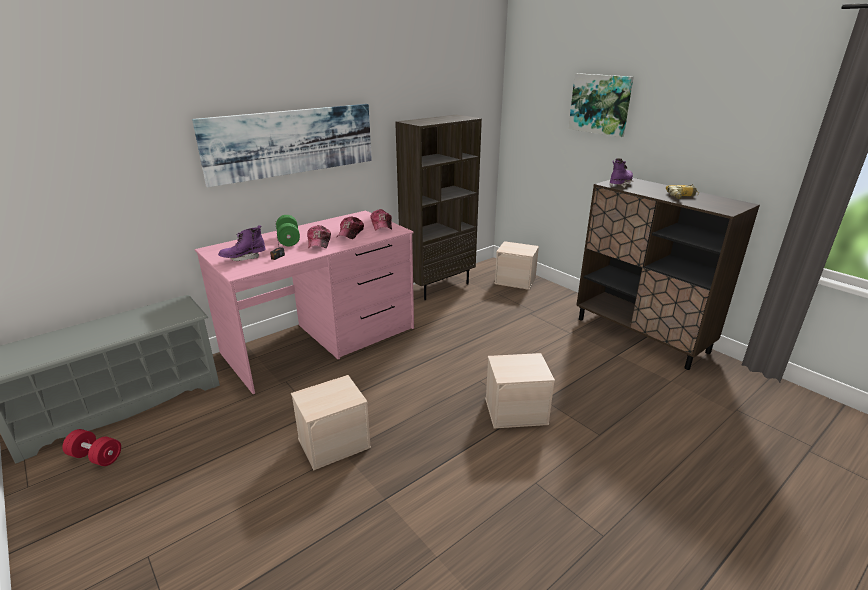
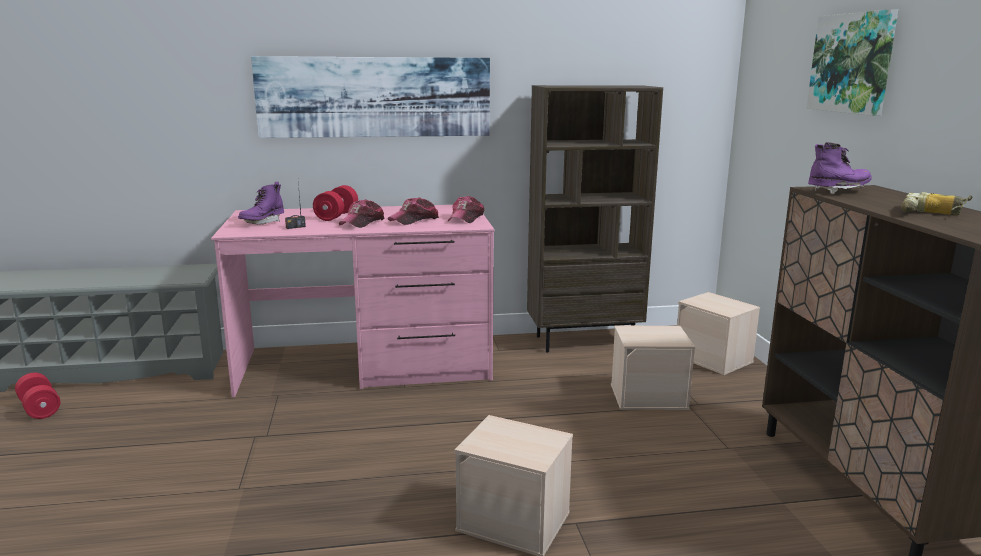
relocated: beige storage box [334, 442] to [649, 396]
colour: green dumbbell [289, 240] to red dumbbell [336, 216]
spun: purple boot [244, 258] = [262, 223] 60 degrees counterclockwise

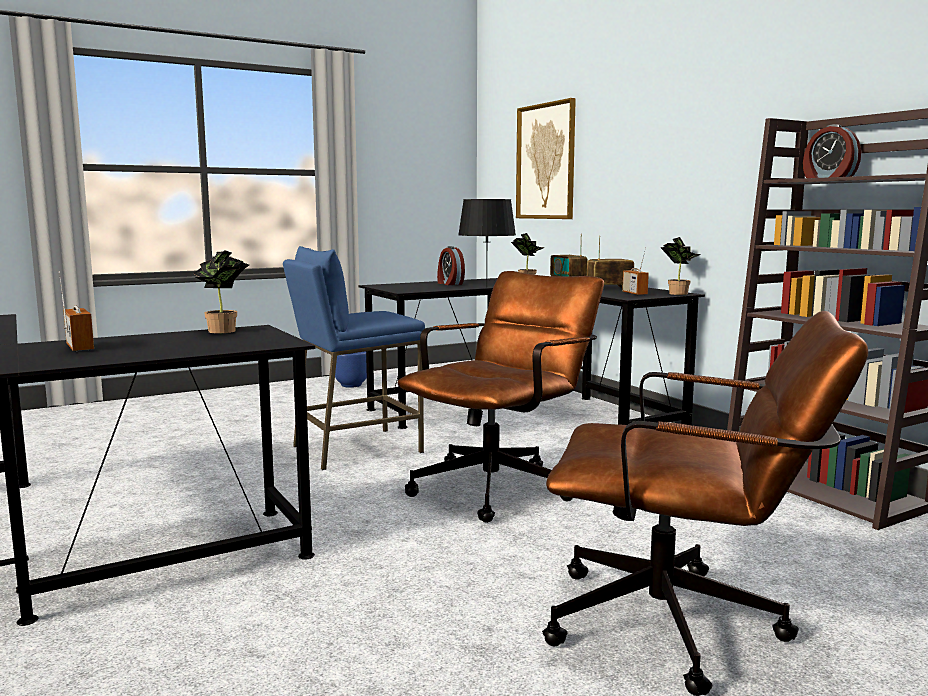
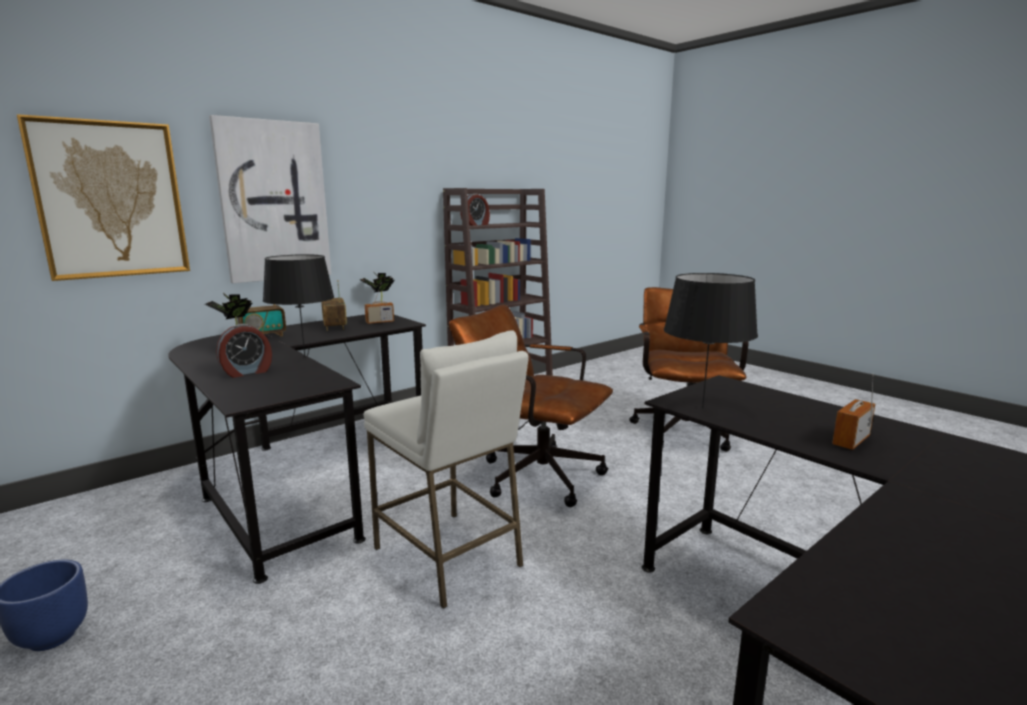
appeared: picture [274, 201]
exchanged: potted plant [225, 331] to black table lamp [703, 408]
colour: blue stool [356, 449] to white stool [448, 557]

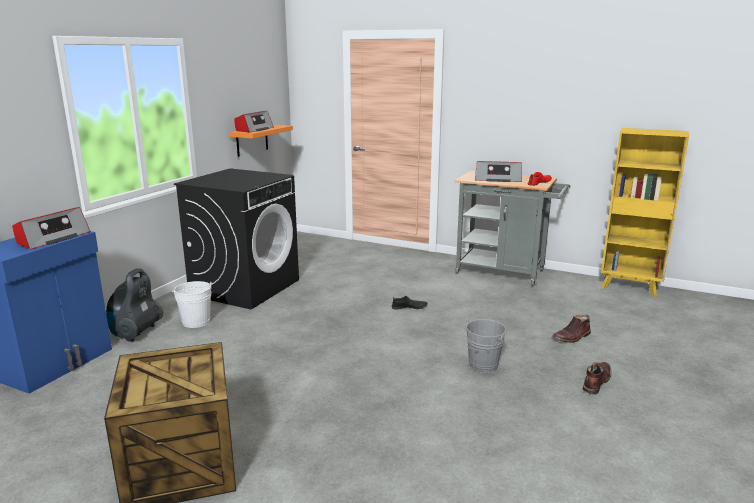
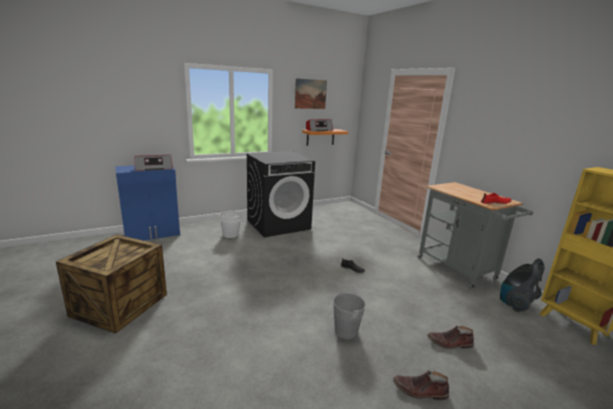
missing: radio [498, 179]
appeared: picture [310, 94]
relocated: vacuum cleaner [135, 333] to [516, 304]
spun: brown boot [595, 381] = [420, 391] 150 degrees counterclockwise

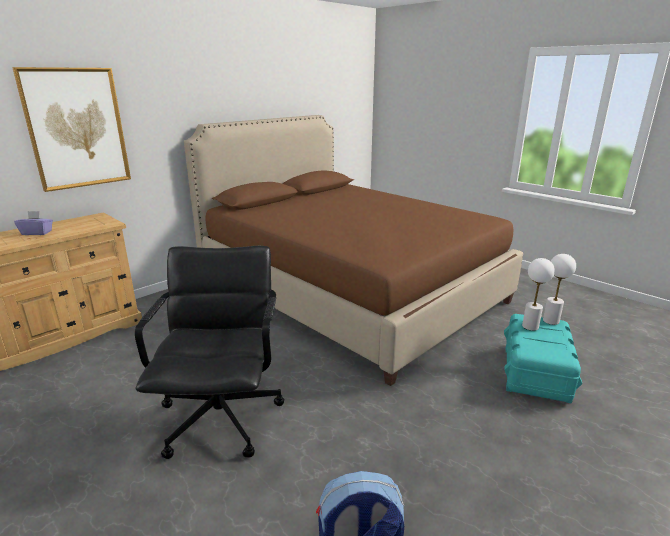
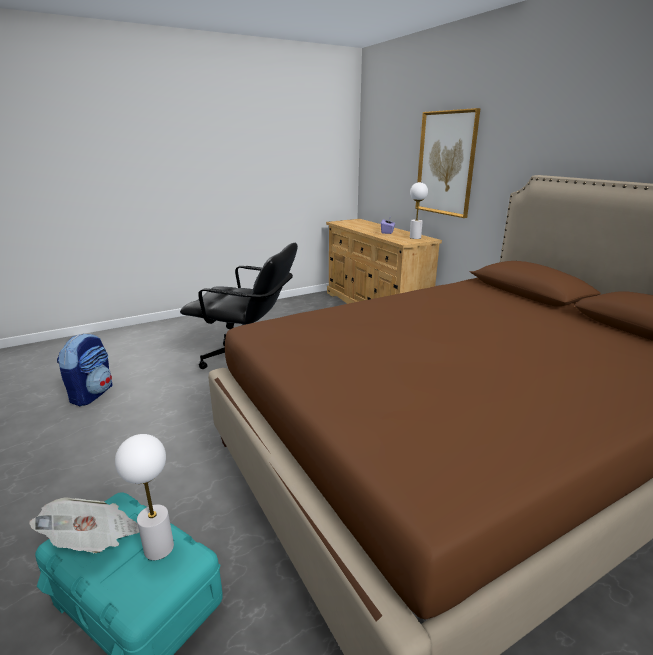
appeared: newspaper [95, 540]
relocated: white table lamp [551, 321] to [415, 238]

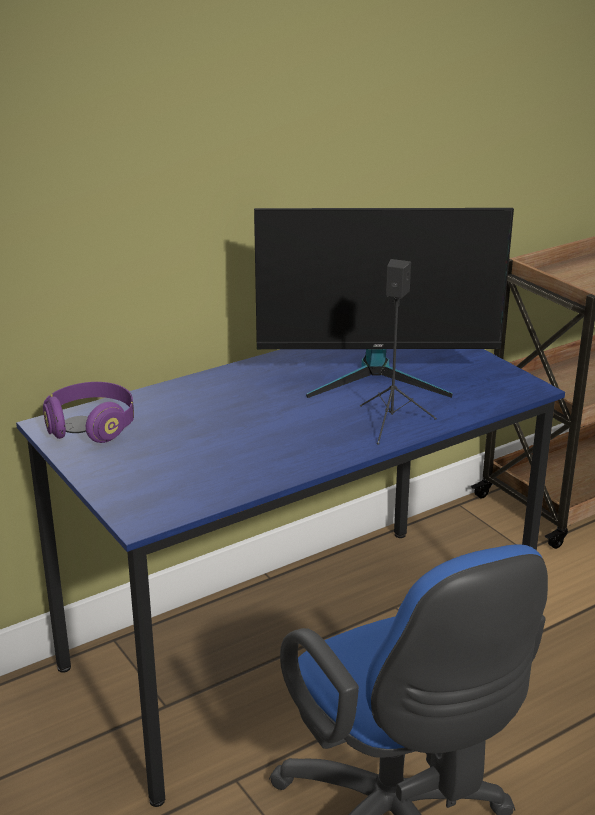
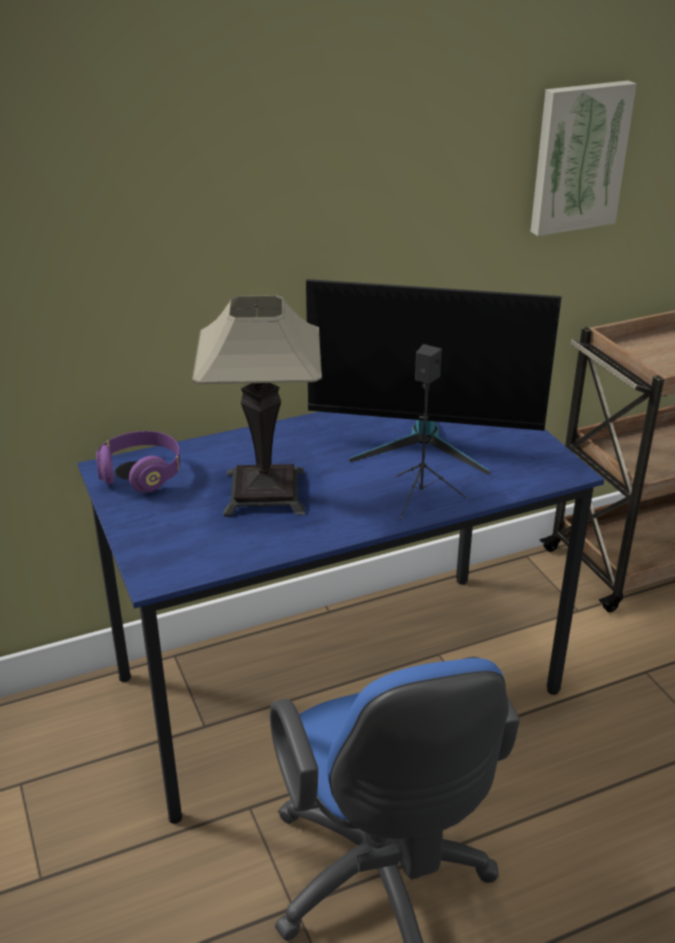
appeared: table lamp [264, 492]; picture [578, 157]

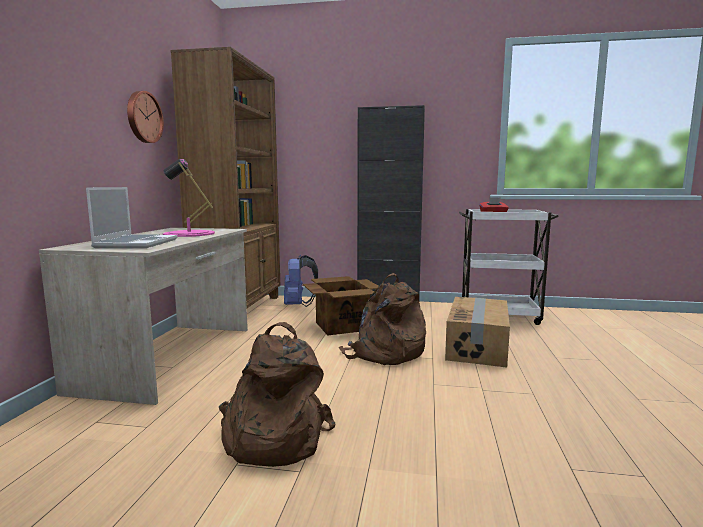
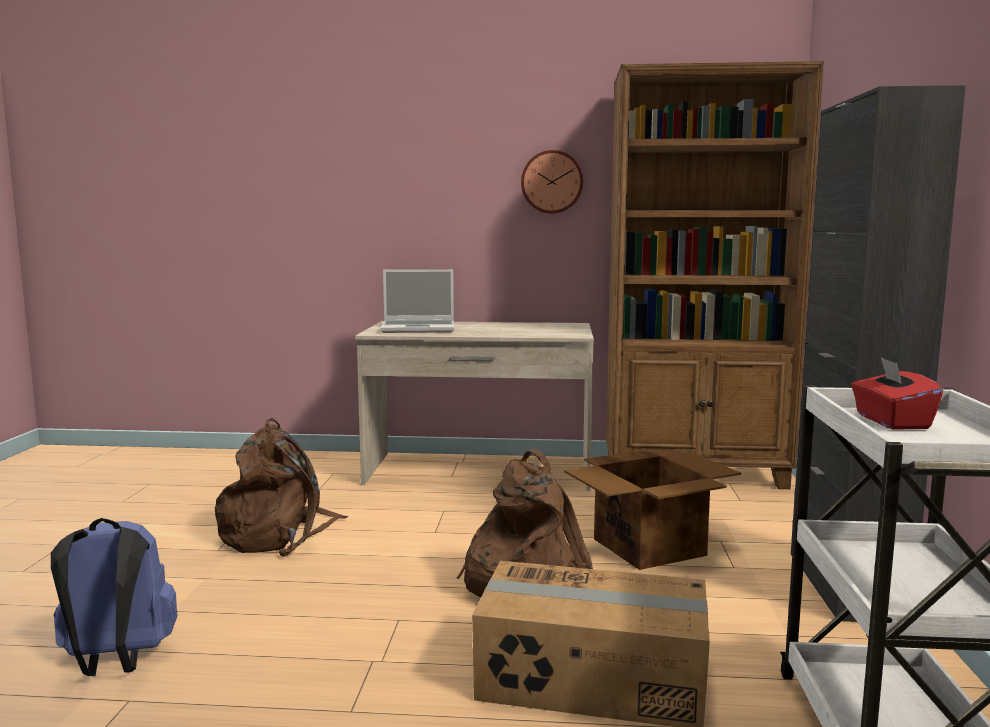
missing: pink table lamp [189, 234]
relocated: blue backpack [298, 305] to [116, 662]

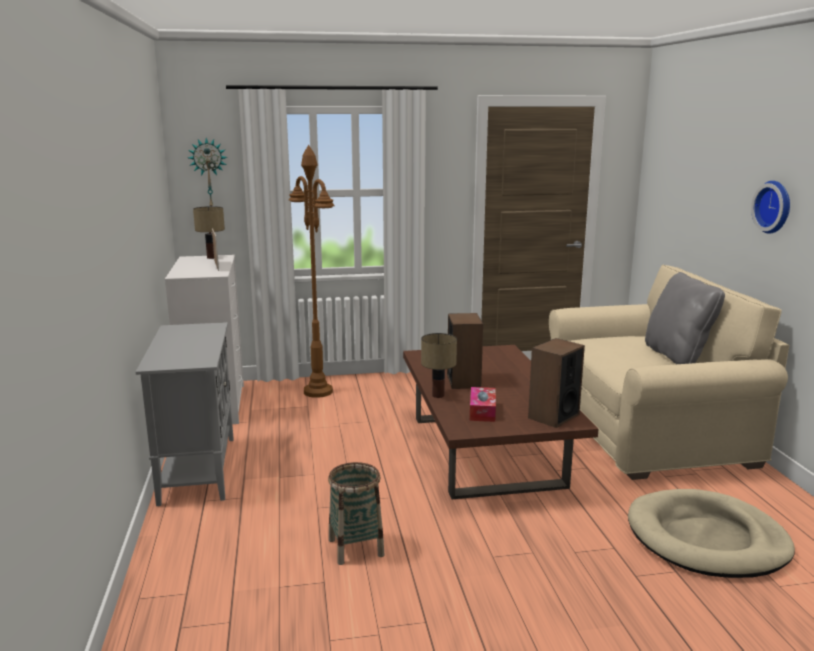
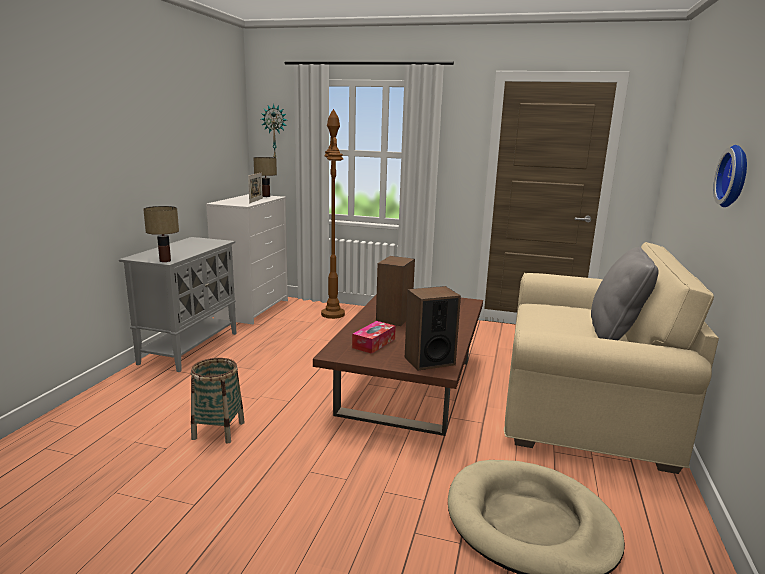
relocated: table lamp [438, 395] to [165, 260]

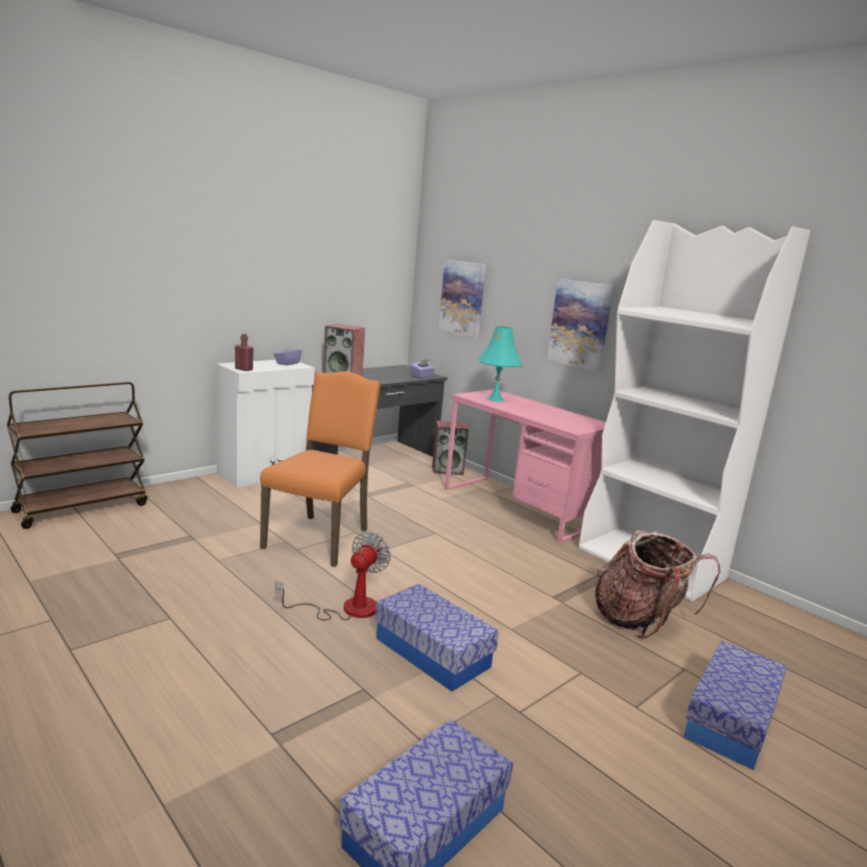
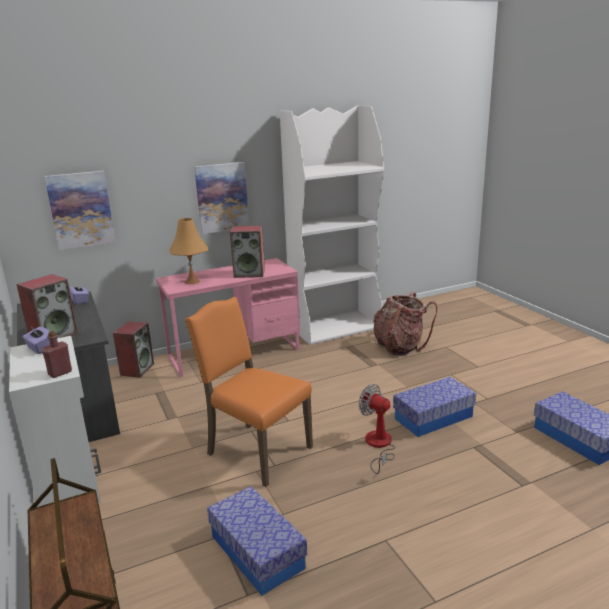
appeared: speaker [250, 273]
relocated: storage box [730, 720] to [257, 552]
colour: turquoise table lamp [495, 399] to orange table lamp [192, 281]

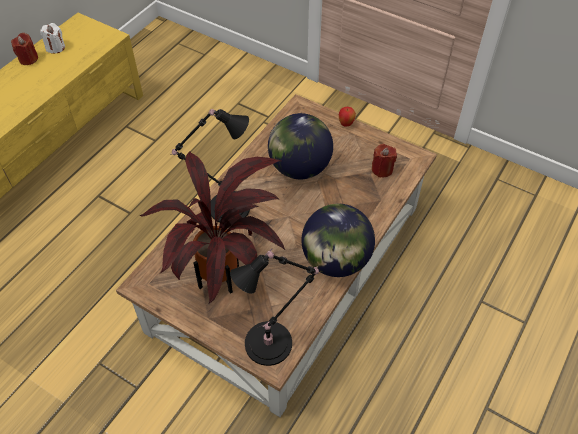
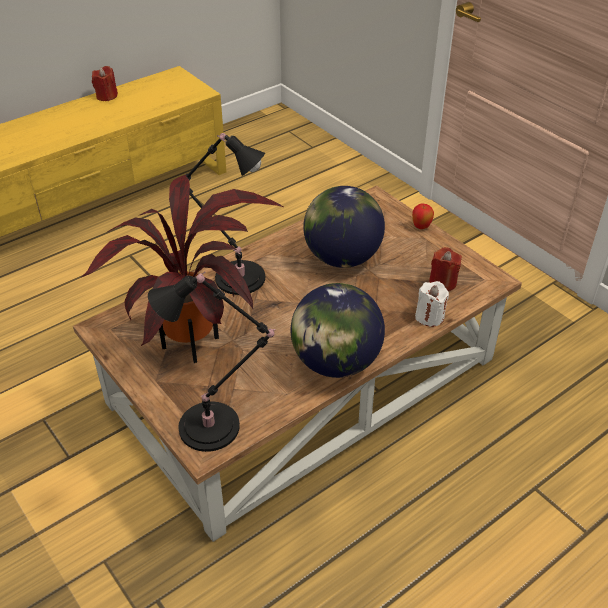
relocated: white candle [55, 47] to [429, 317]

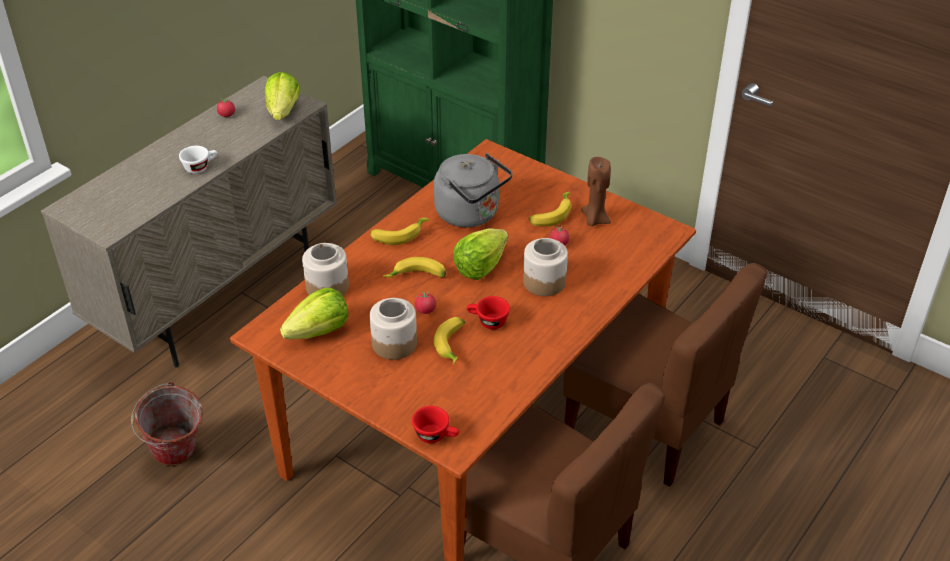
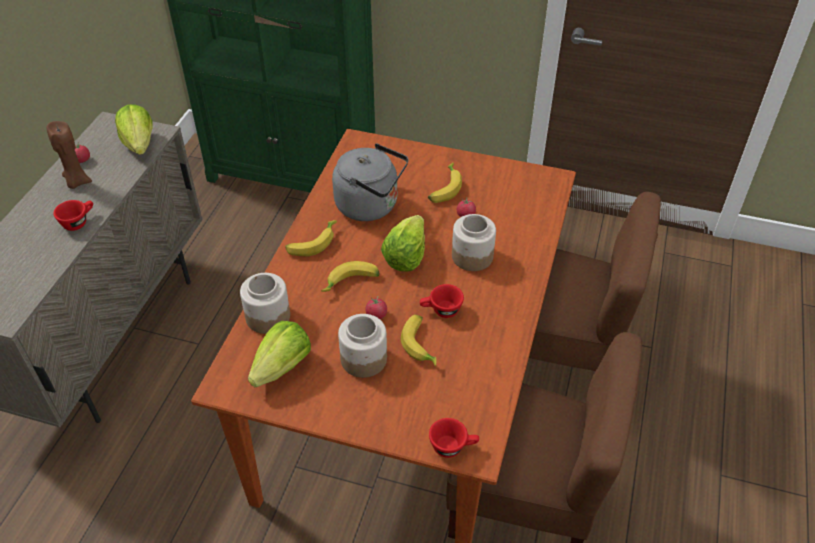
missing: bucket [177, 457]
relocated: brown candle [594, 220] to [77, 182]
colour: white cup [200, 167] to red cup [78, 221]

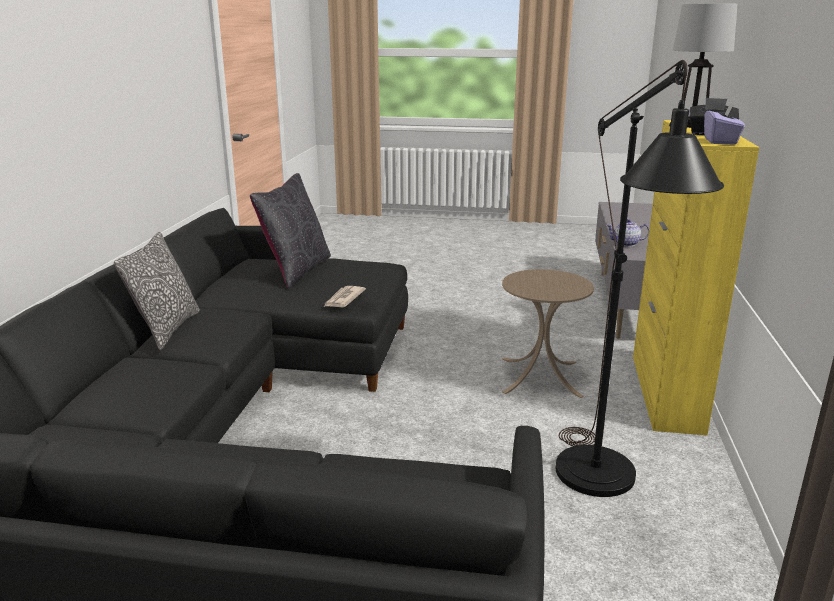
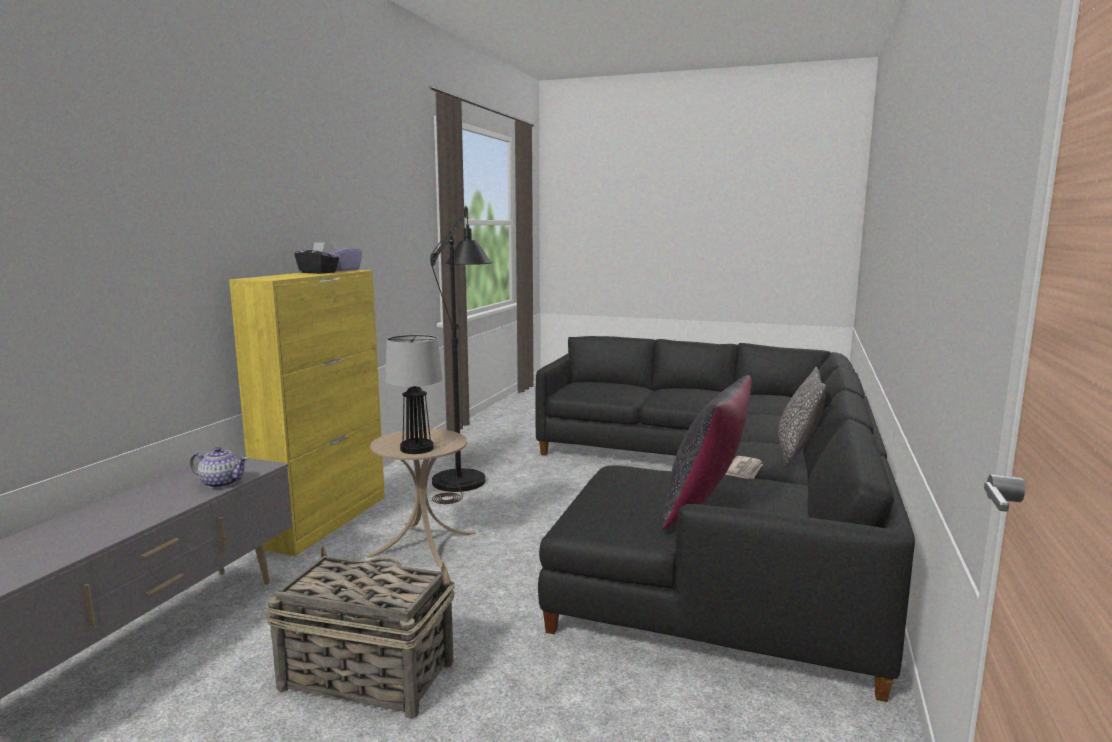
appeared: basket [366, 675]
relocated: newspaper [343, 299] to [744, 470]; table lamp [692, 125] to [417, 448]

